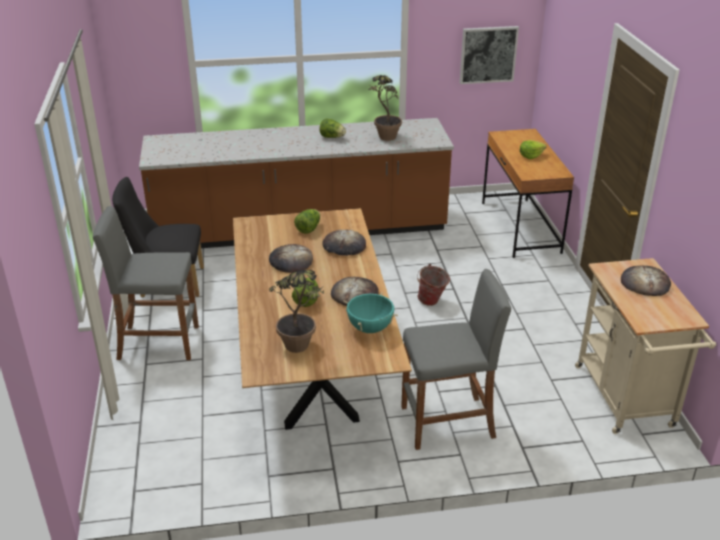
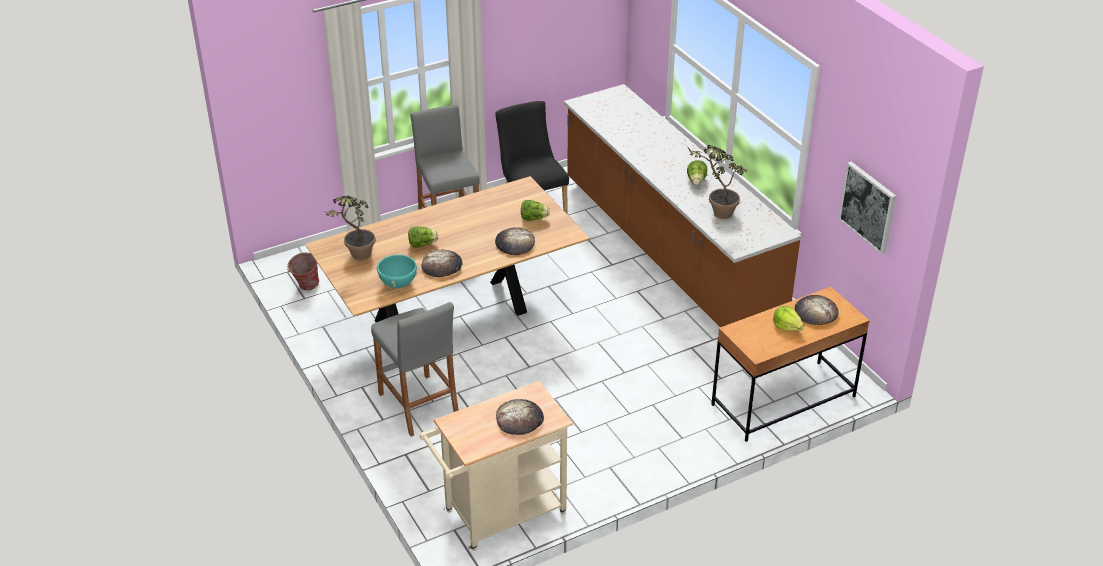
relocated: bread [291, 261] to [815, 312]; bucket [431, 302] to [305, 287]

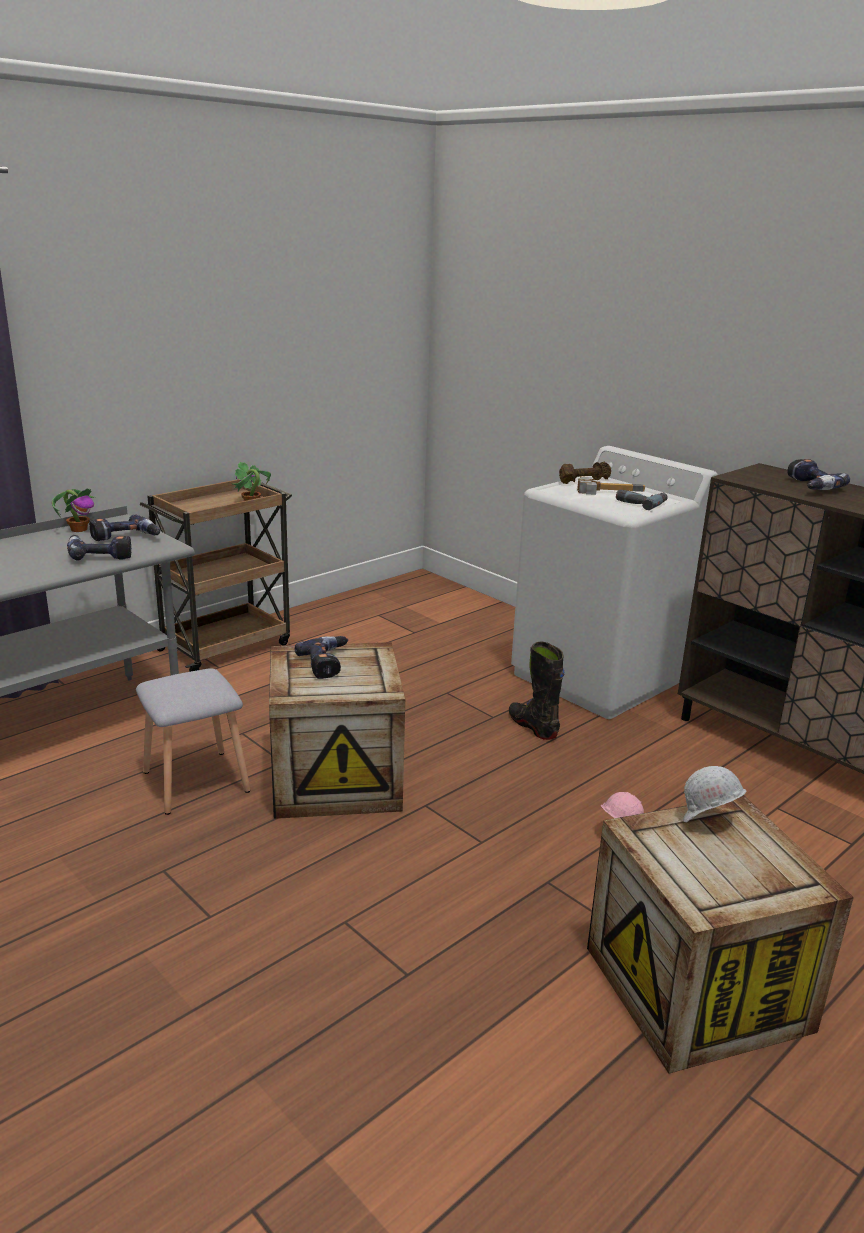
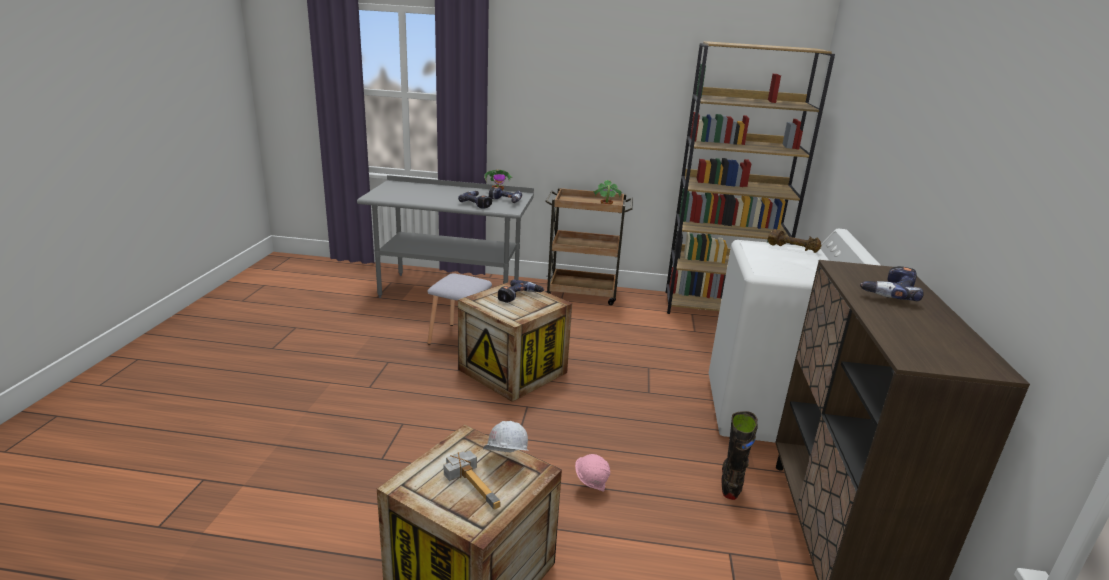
missing: power drill [640, 503]
appeared: brown bookcase [718, 308]
relocated: black boot [533, 726] to [731, 482]; hammer [607, 491] to [477, 483]

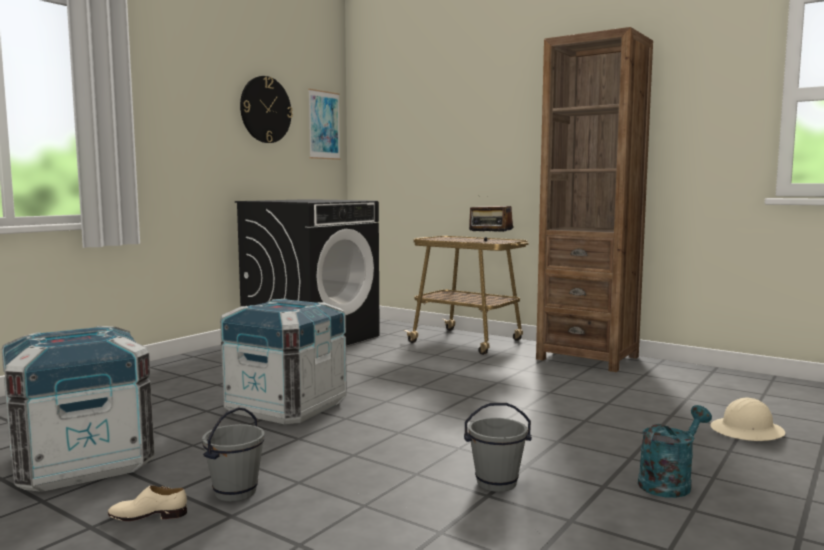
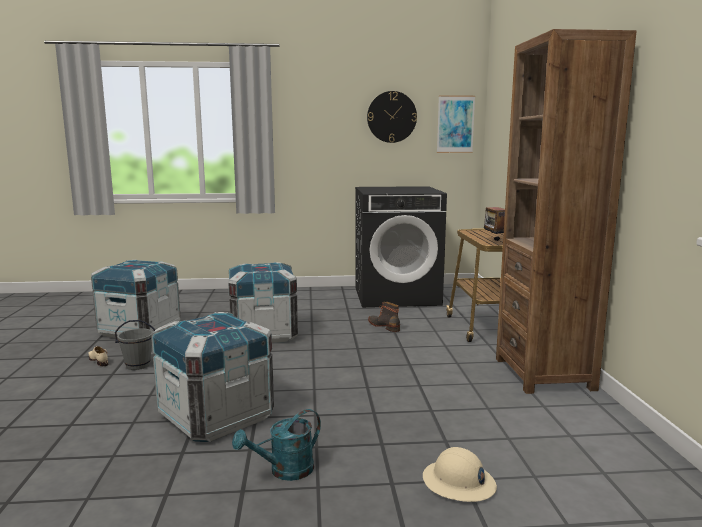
appeared: boot [384, 326]
exchanged: grey bucket [496, 483] to crate [216, 417]
spun: turquoise watering can [669, 482] = [284, 471] 135 degrees clockwise

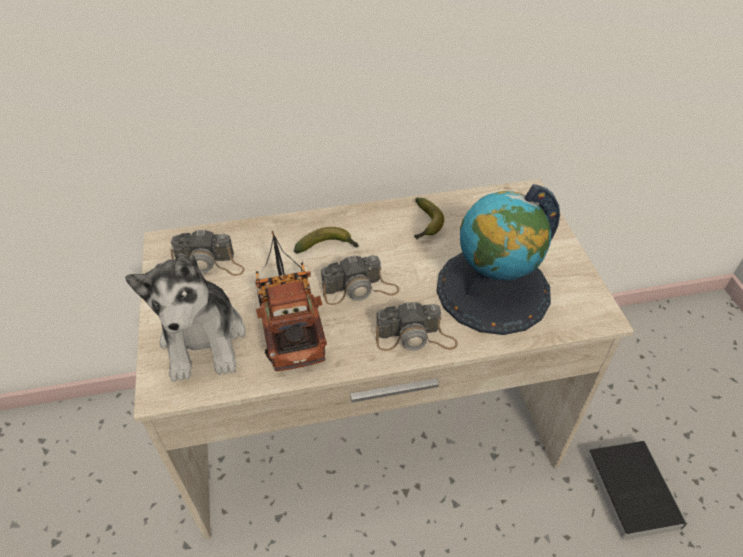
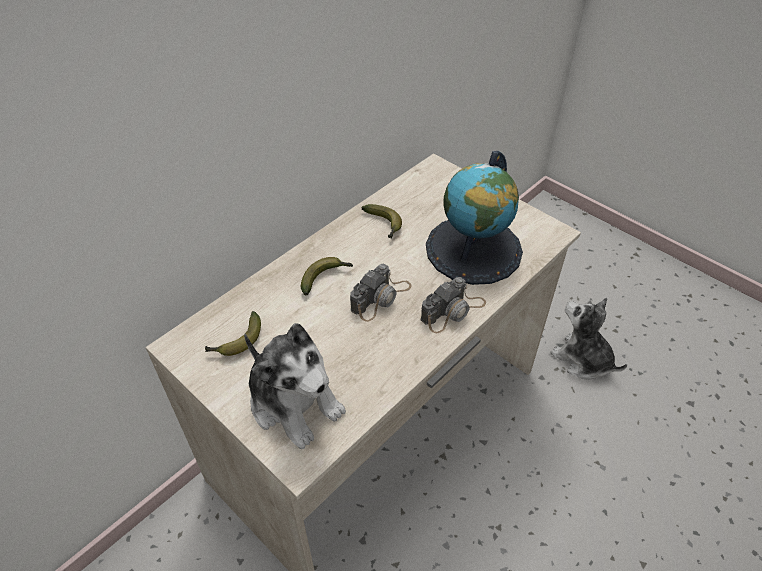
missing: toy truck [289, 317]
exchanged: photo camera [209, 263] to banana [237, 342]; book [629, 488] to plush toy [582, 359]

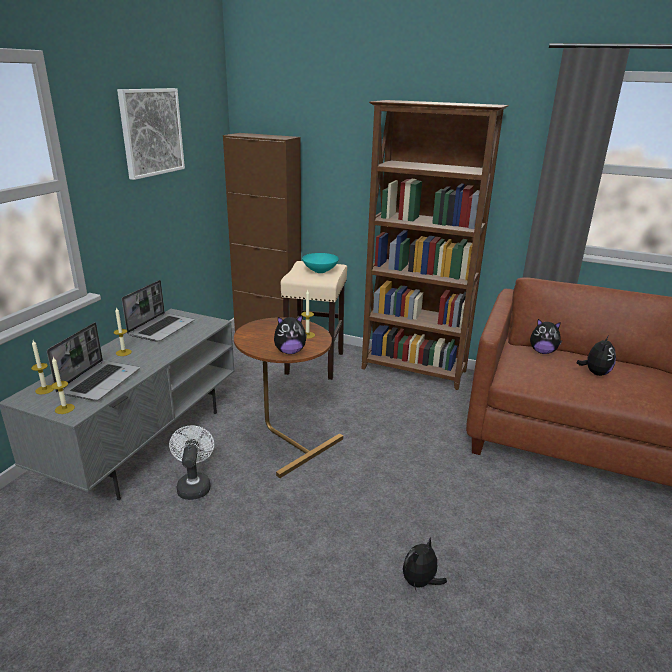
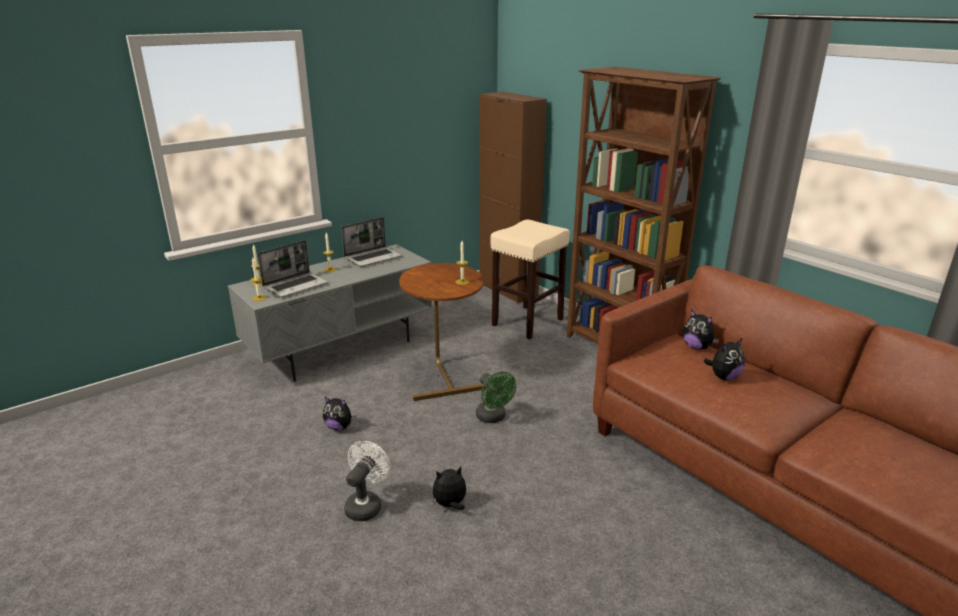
missing: picture [151, 132]; turquoise bowl [319, 271]
appeared: green fan [493, 418]
relocated: white fan [194, 485] to [366, 505]; plush toy [290, 352] to [339, 427]

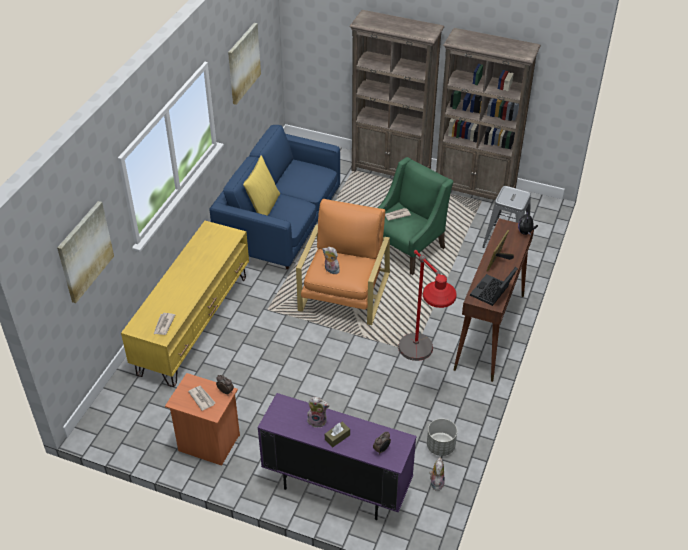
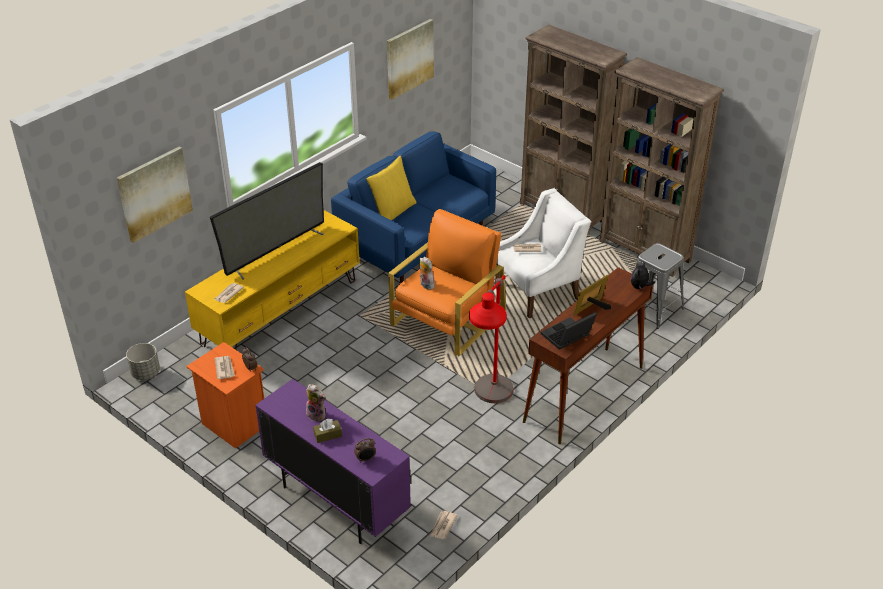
appeared: television [275, 251]
relocated: grey planter [440, 446] to [145, 373]
exchanged: plush toy [436, 482] to newspaper [443, 526]
colour: green armchair [407, 248] to white armchair [538, 291]

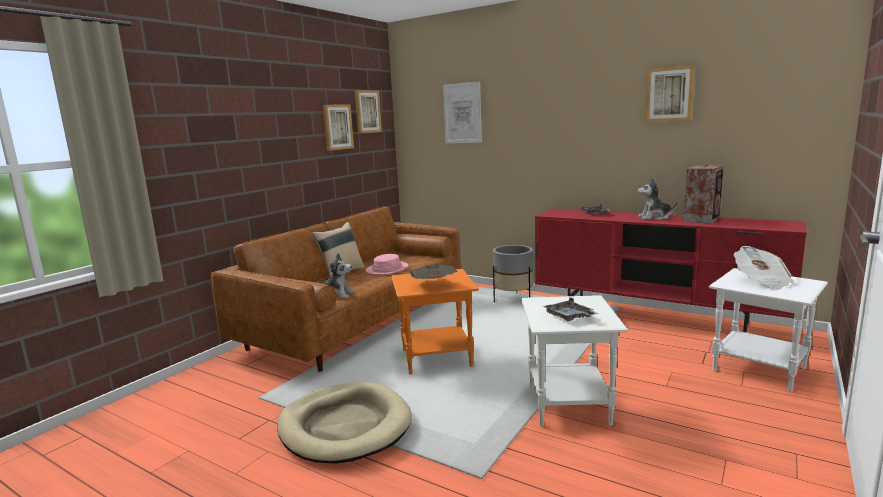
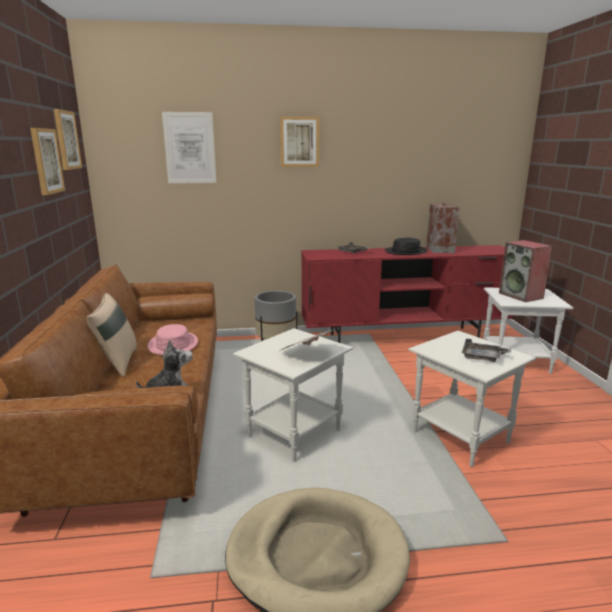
relocated: picture [669, 94] to [299, 142]
exchanged: plush toy [654, 218] to black hat [406, 251]; newspaper [761, 281] to speaker [521, 296]
colour: orange side table [437, 359] to white side table [295, 433]

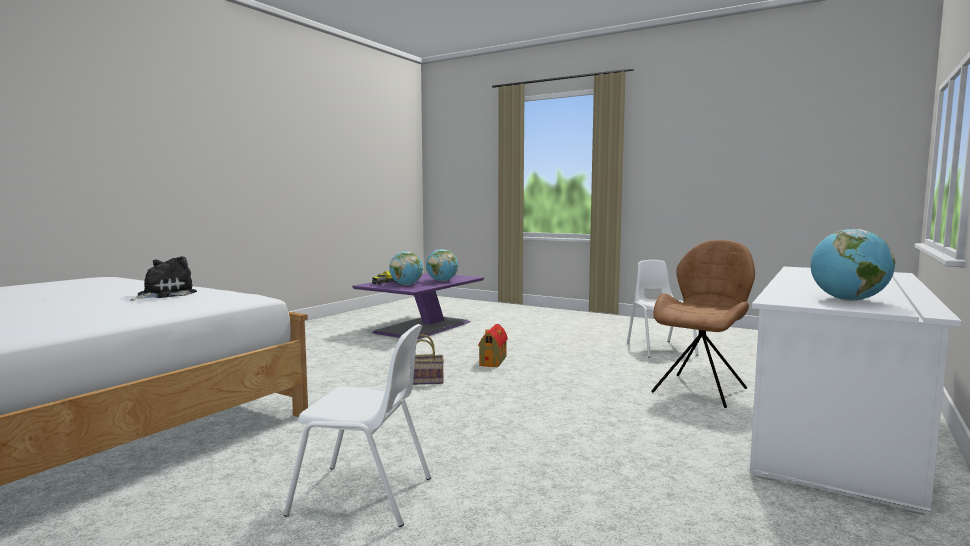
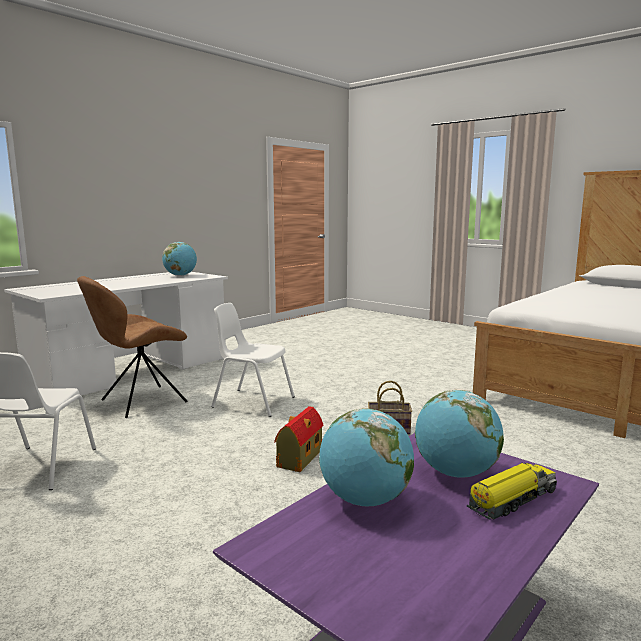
missing: plush toy [163, 295]
relocated: white chair [364, 496] to [252, 402]

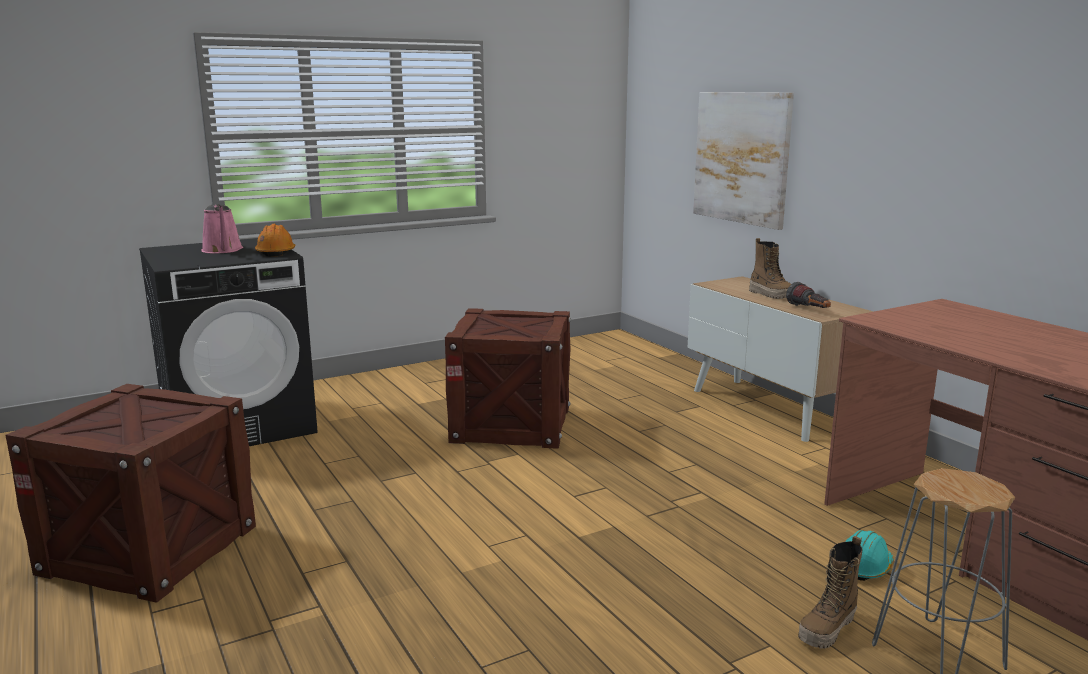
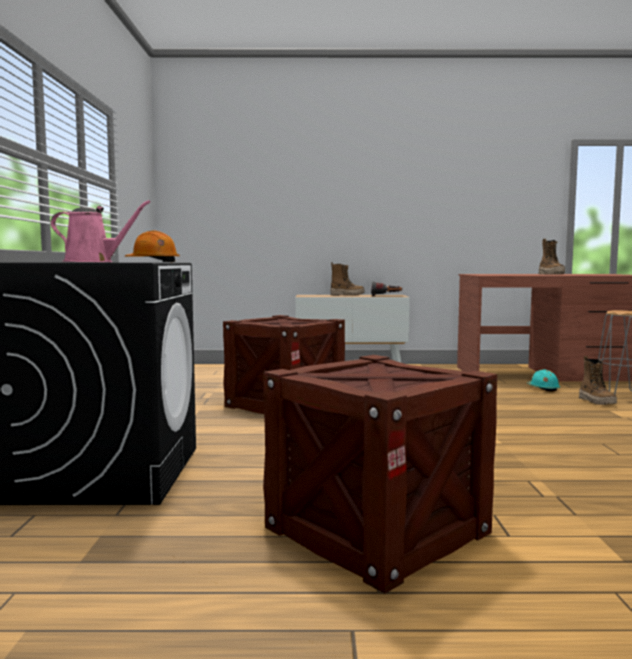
missing: picture [741, 157]
appeared: boot [551, 274]

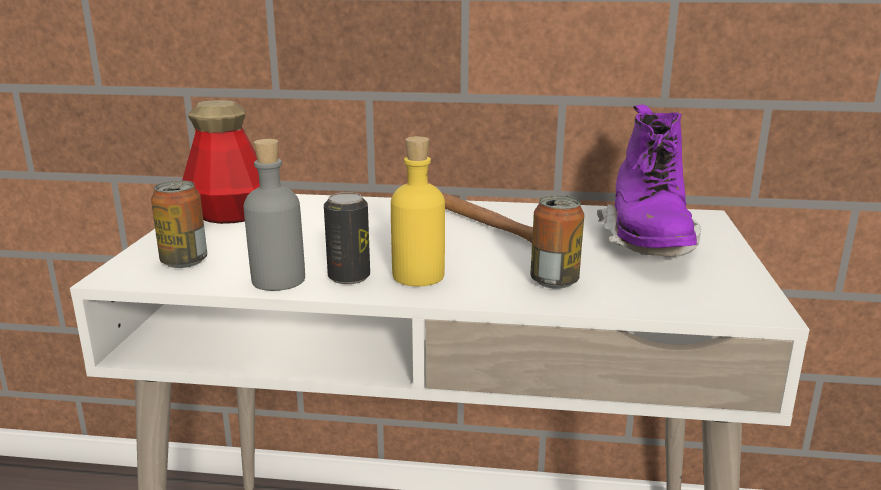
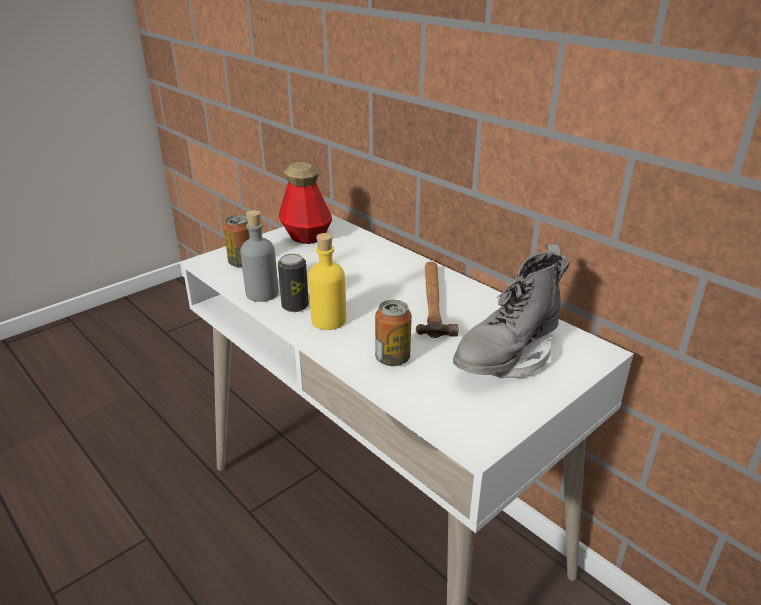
colour: purple boot [648, 244] to grey boot [506, 358]

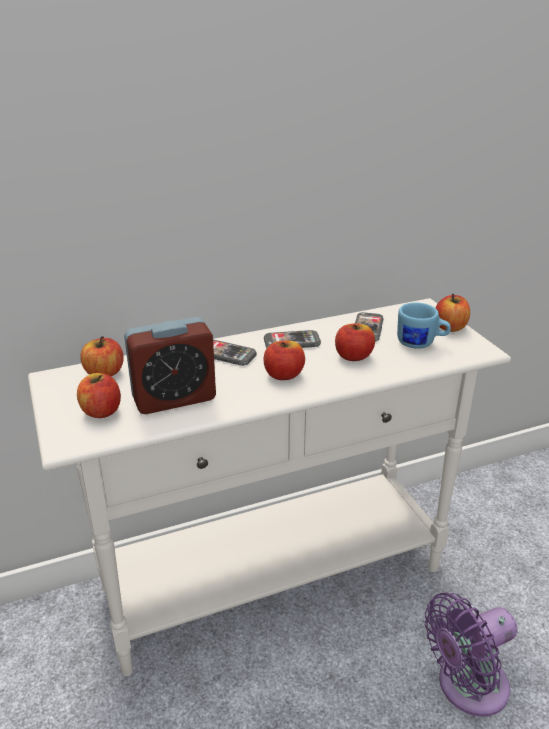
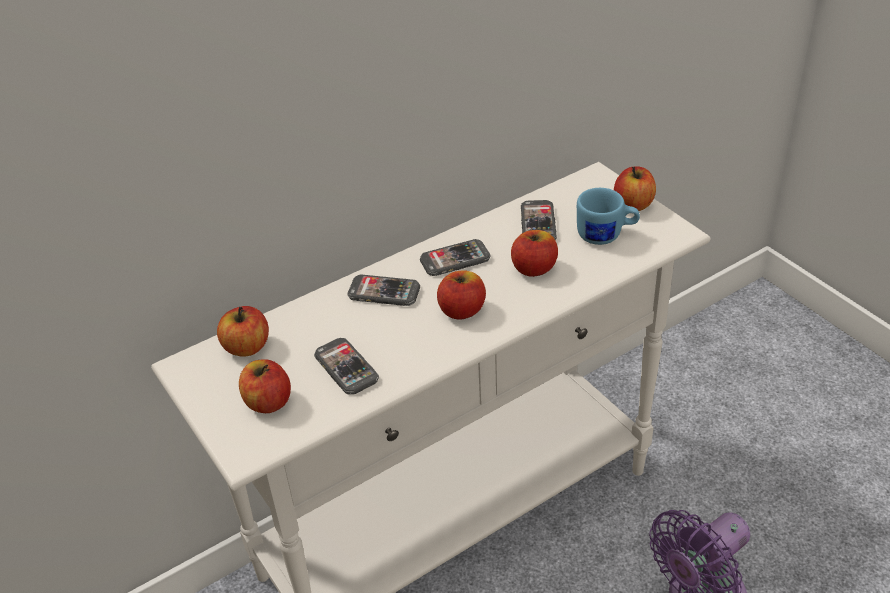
exchanged: alarm clock [174, 398] to phone [346, 368]

